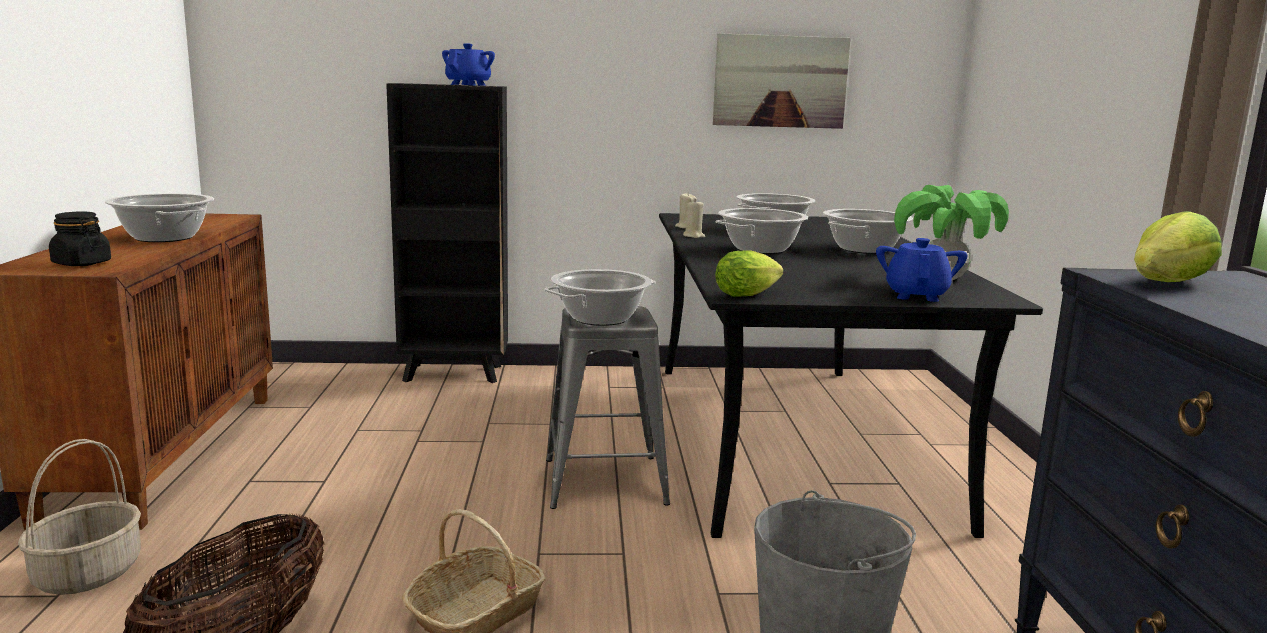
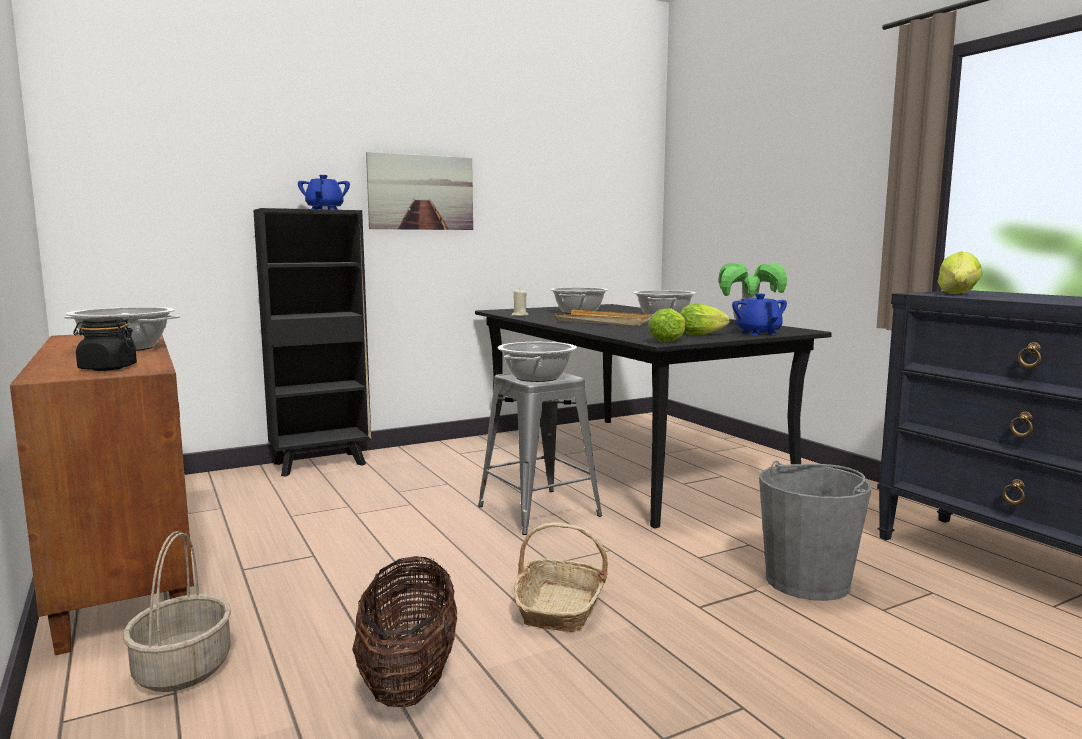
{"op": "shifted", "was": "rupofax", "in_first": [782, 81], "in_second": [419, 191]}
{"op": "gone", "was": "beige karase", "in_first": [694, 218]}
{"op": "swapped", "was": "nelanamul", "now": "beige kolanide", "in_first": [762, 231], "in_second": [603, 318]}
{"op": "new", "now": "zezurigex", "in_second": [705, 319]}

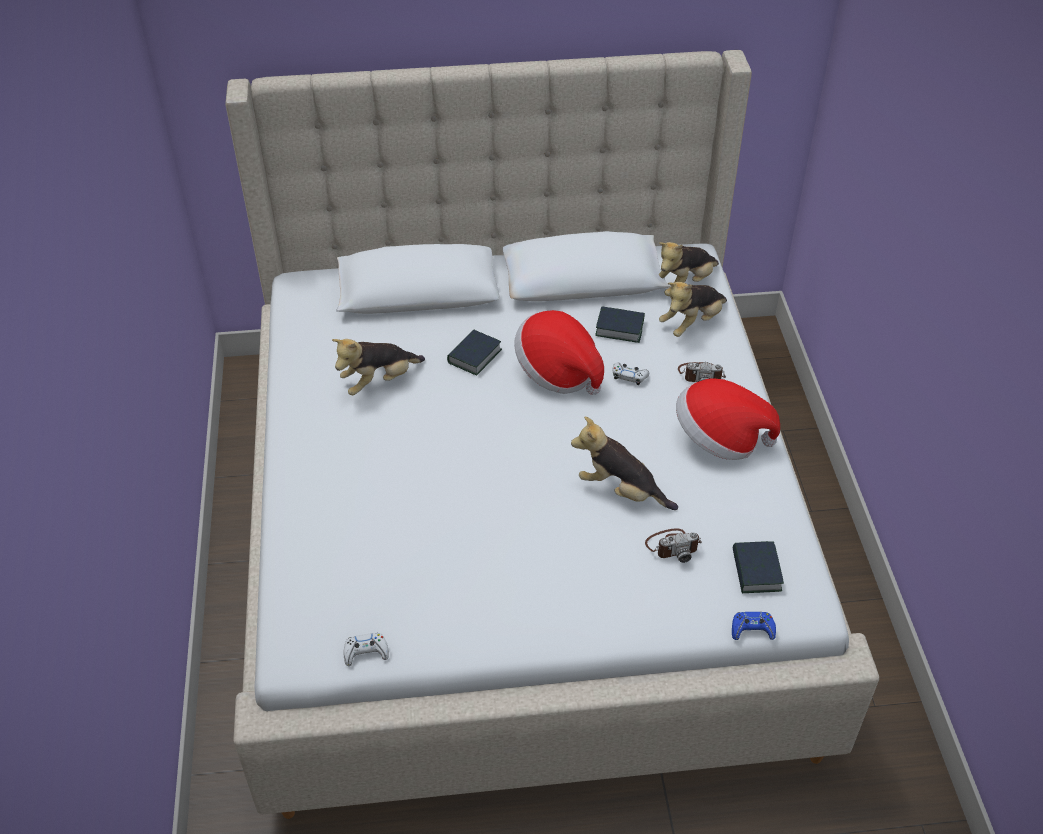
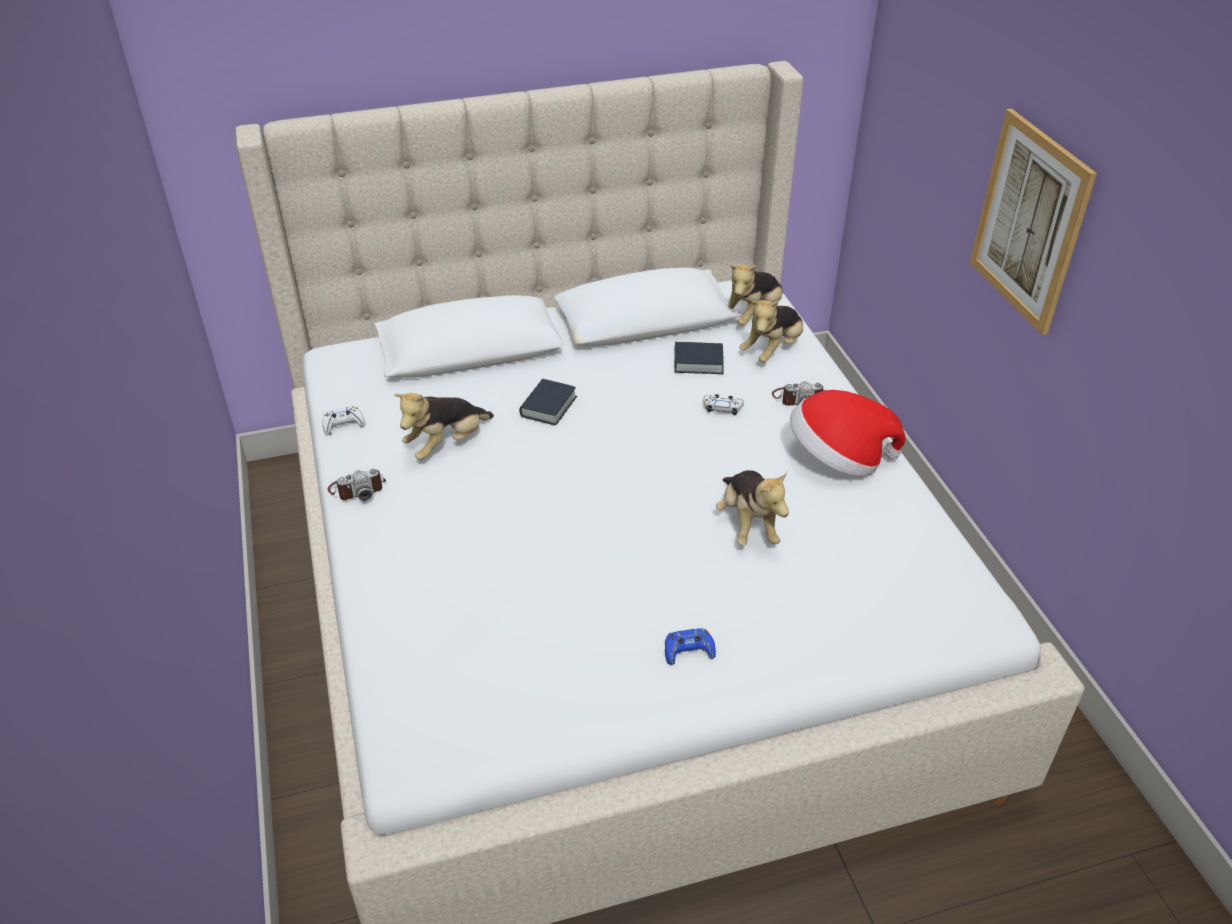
{"op": "gone", "was": "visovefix", "in_first": [559, 352]}
{"op": "rotated", "was": "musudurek", "in_first": [624, 463], "in_second": [752, 508], "clockwise": -120}
{"op": "shifted", "was": "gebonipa", "in_first": [673, 545], "in_second": [357, 484]}
{"op": "gone", "was": "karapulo", "in_first": [758, 567]}
{"op": "shifted", "was": "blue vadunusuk", "in_first": [754, 626], "in_second": [690, 646]}
{"op": "shifted", "was": "white vadunusuk", "in_first": [366, 649], "in_second": [343, 421]}
{"op": "new", "now": "rupofax", "in_second": [1033, 221]}

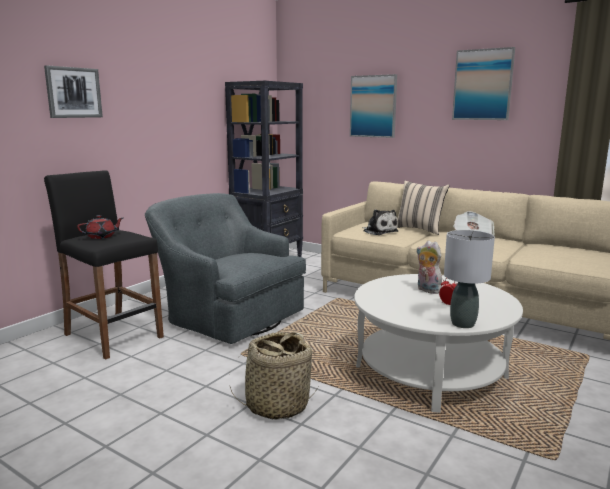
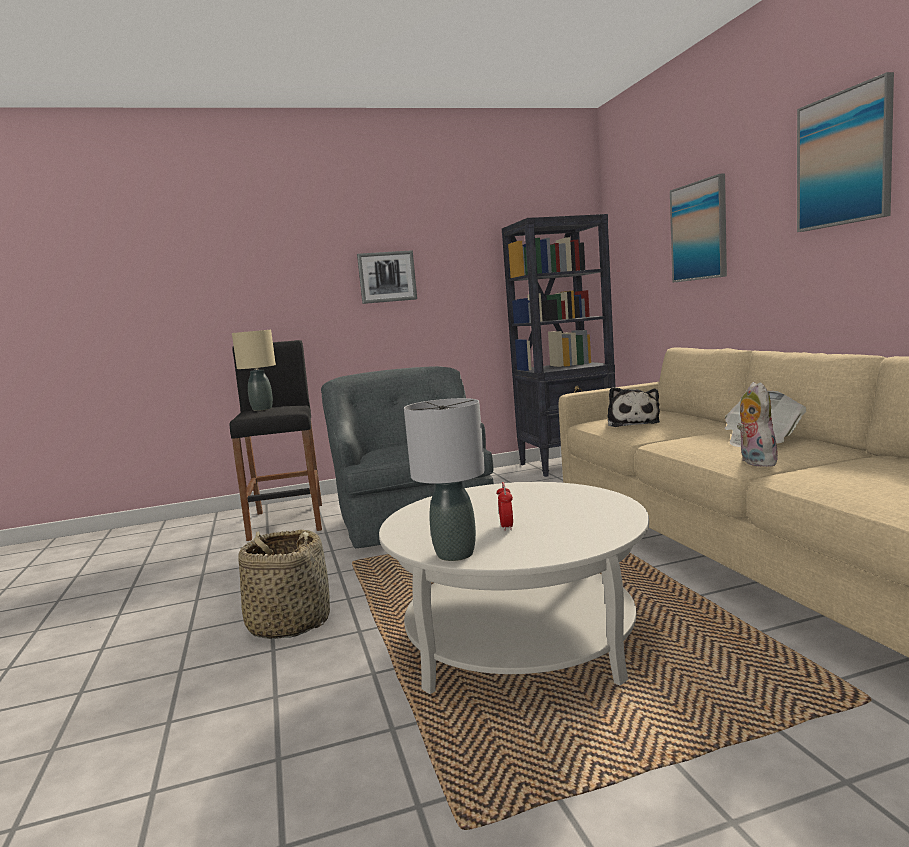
{"op": "shifted", "was": "rupofax", "in_first": [73, 91], "in_second": [387, 277]}
{"op": "gone", "was": "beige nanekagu", "in_first": [423, 208]}
{"op": "swapped", "was": "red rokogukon", "now": "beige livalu", "in_first": [100, 227], "in_second": [254, 370]}
{"op": "shifted", "was": "musudurek", "in_first": [429, 267], "in_second": [757, 424]}

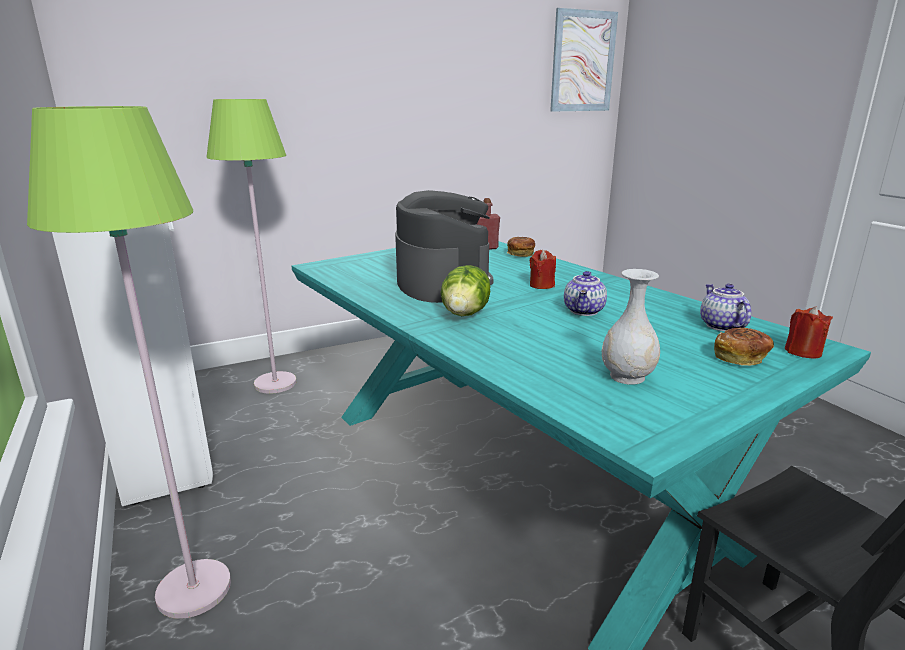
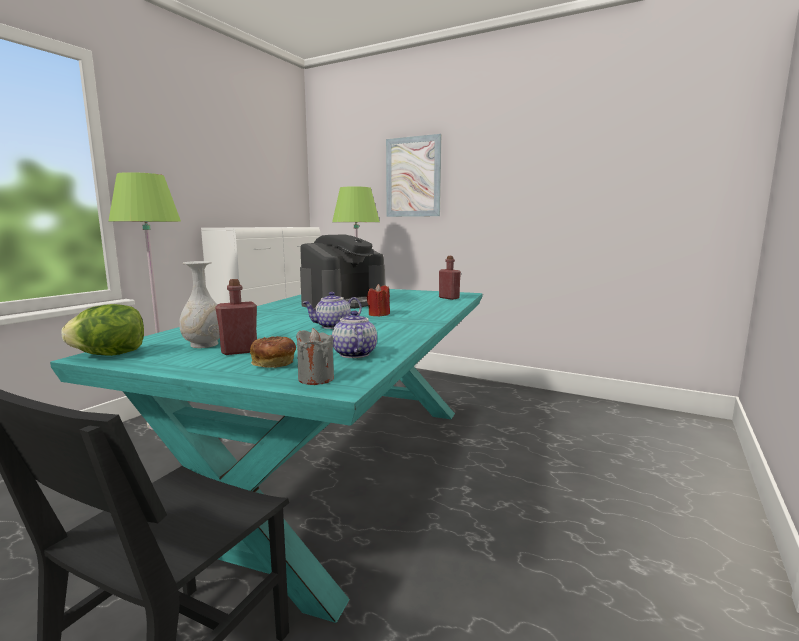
{"op": "shifted", "was": "rupofax", "in_first": [584, 60], "in_second": [413, 175]}
{"op": "gone", "was": "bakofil", "in_first": [521, 247]}
{"op": "shifted", "was": "zezurigex", "in_first": [465, 290], "in_second": [103, 330]}
{"op": "rotated", "was": "rokogukon", "in_first": [725, 307], "in_second": [354, 334], "clockwise": -60}
{"op": "repainted", "was": "red karase", "now": "grey karase", "in_first": [809, 333], "in_second": [315, 356]}
{"op": "new", "now": "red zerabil", "in_second": [236, 317]}

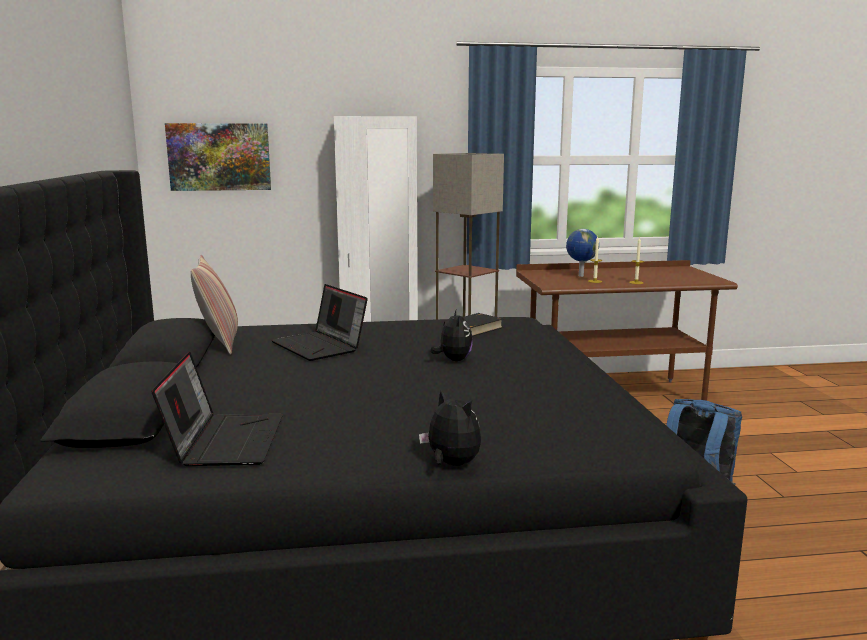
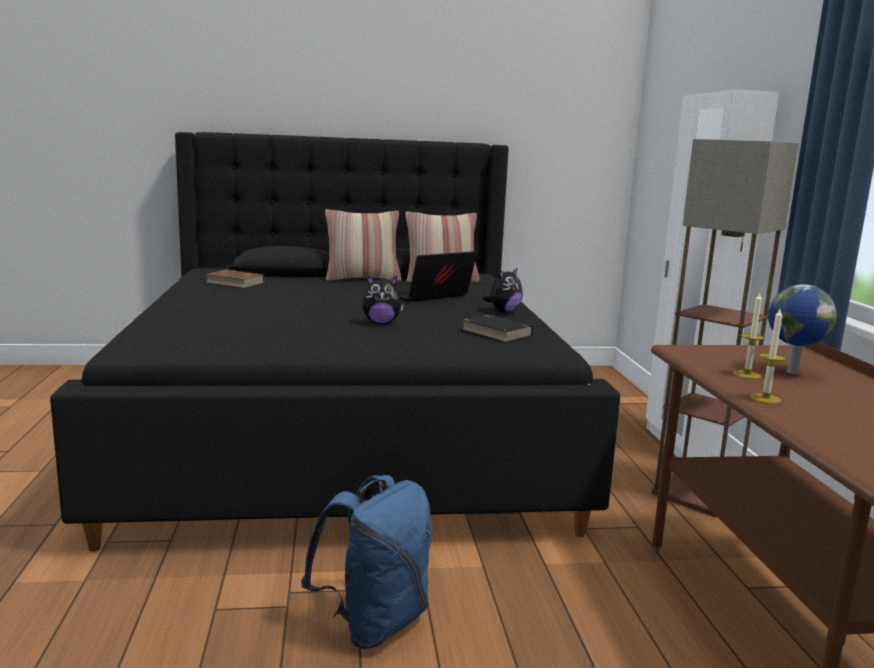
{"op": "gone", "was": "rupofax", "in_first": [218, 157]}
{"op": "swapped", "was": "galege", "now": "brown karapulo", "in_first": [217, 408], "in_second": [234, 279]}
{"op": "shifted", "was": "musudurek", "in_first": [450, 428], "in_second": [503, 290]}
{"op": "new", "now": "nanekagu", "in_second": [363, 245]}

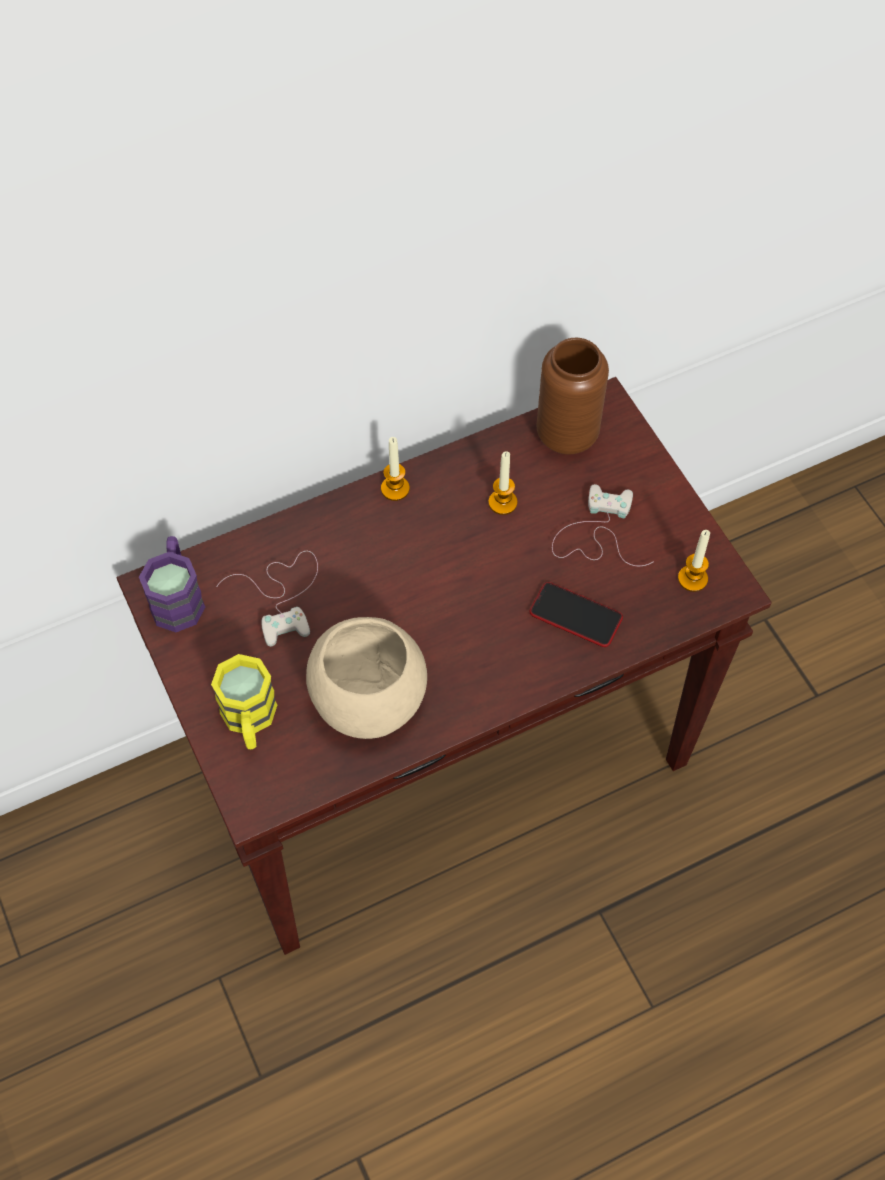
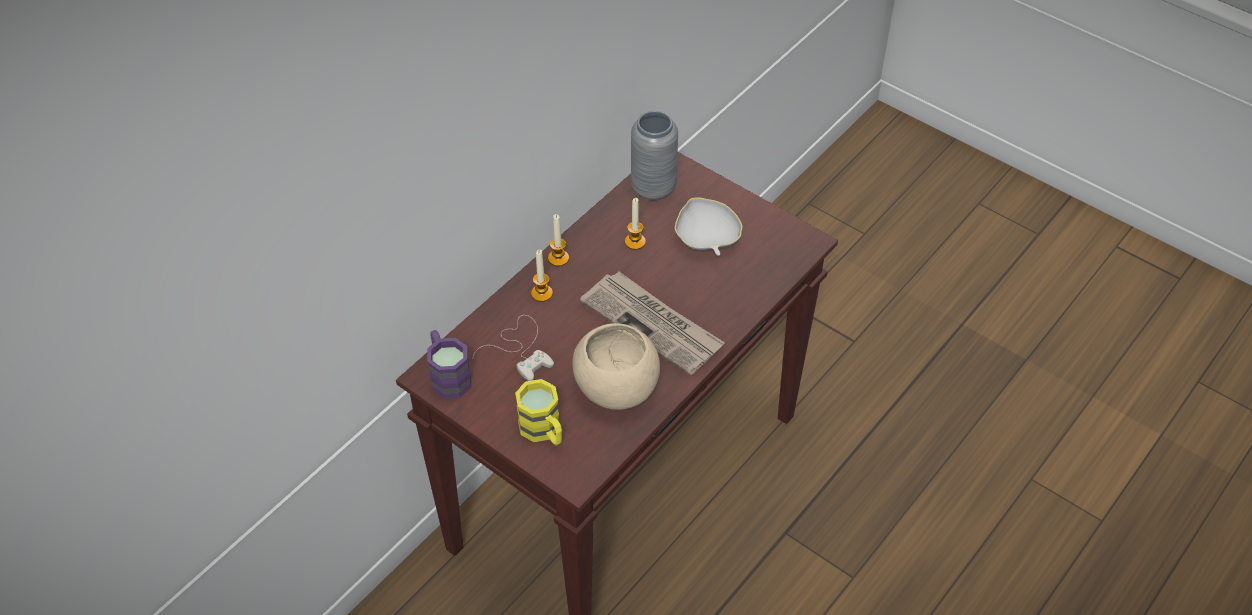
{"op": "repainted", "was": "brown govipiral", "now": "grey govipiral", "in_first": [572, 396], "in_second": [654, 156]}
{"op": "swapped", "was": "white vadunusuk", "now": "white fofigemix", "in_first": [603, 525], "in_second": [708, 226]}
{"op": "shifted", "was": "karase", "in_first": [694, 561], "in_second": [542, 276]}
{"op": "gone", "was": "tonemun", "in_first": [576, 614]}
{"op": "new", "now": "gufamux", "in_second": [652, 323]}

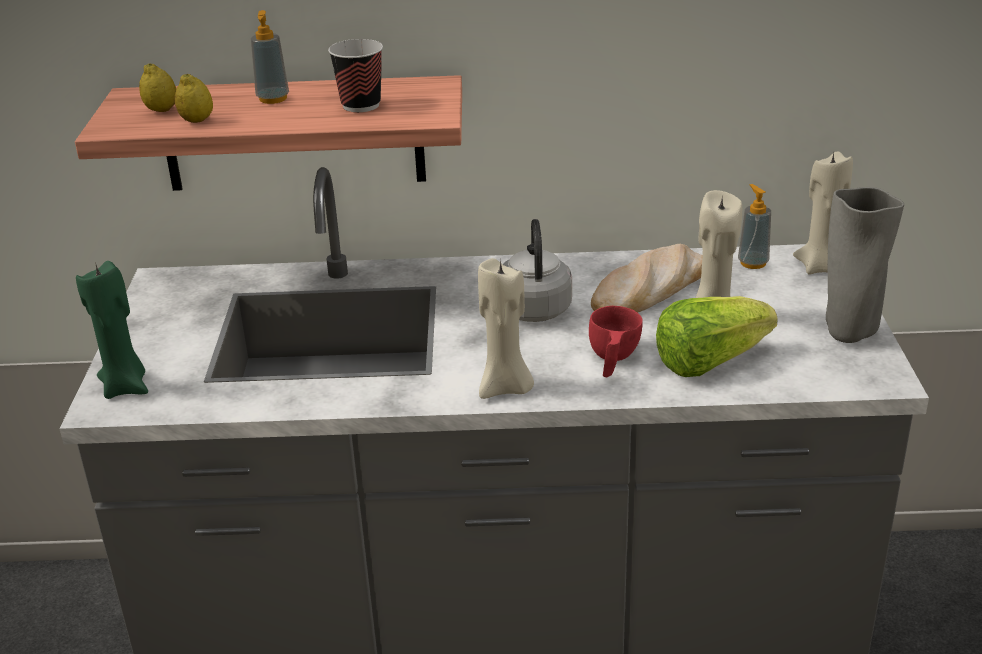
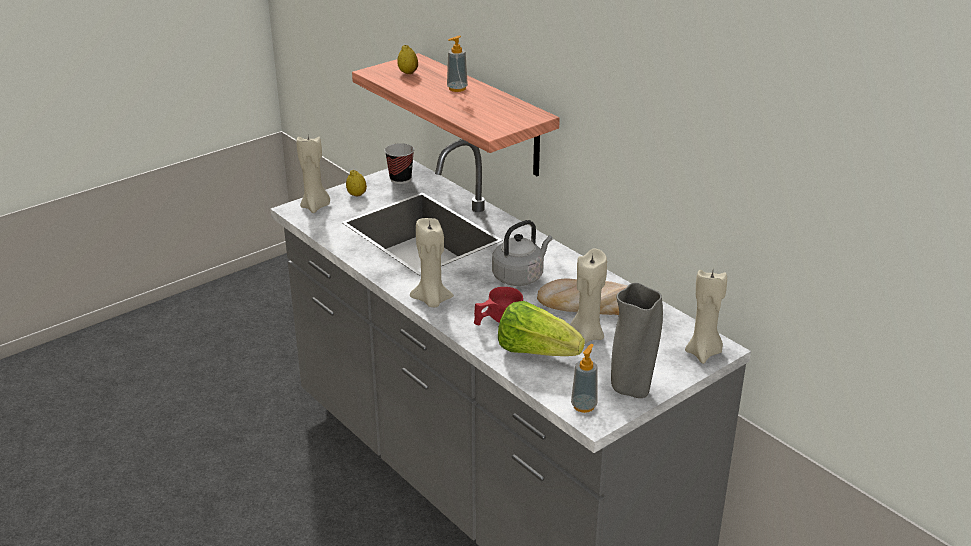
{"op": "shifted", "was": "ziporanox", "in_first": [355, 75], "in_second": [399, 163]}
{"op": "shifted", "was": "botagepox", "in_first": [194, 98], "in_second": [356, 183]}
{"op": "shifted", "was": "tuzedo", "in_first": [754, 226], "in_second": [584, 378]}
{"op": "repainted", "was": "green karase", "now": "beige karase", "in_first": [112, 330], "in_second": [313, 174]}

